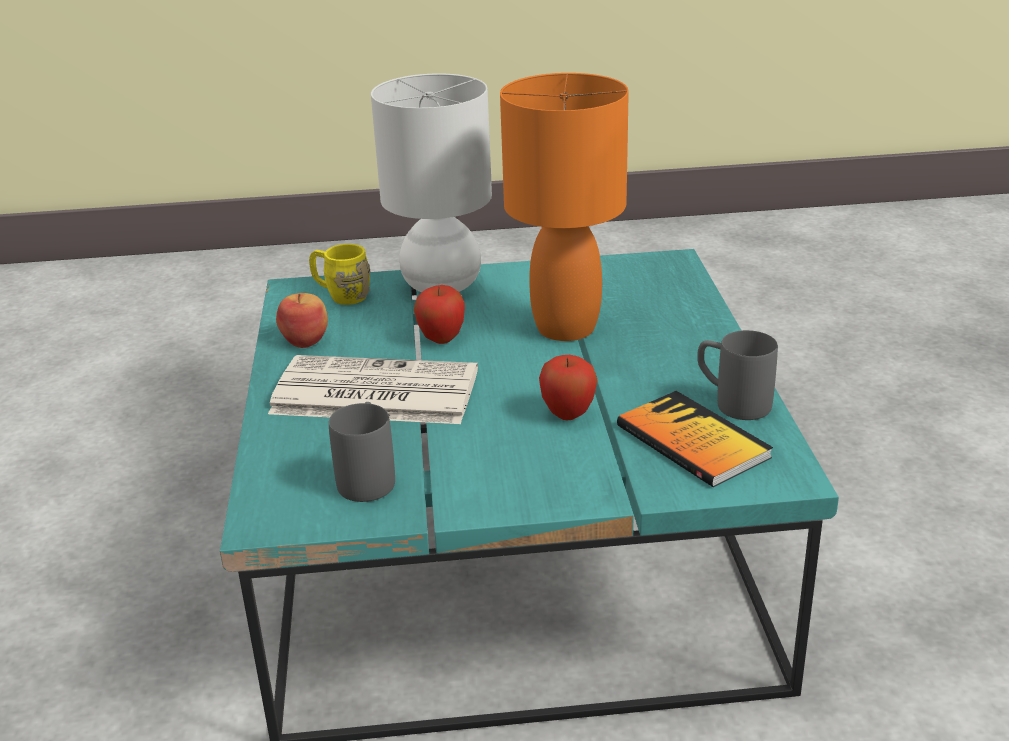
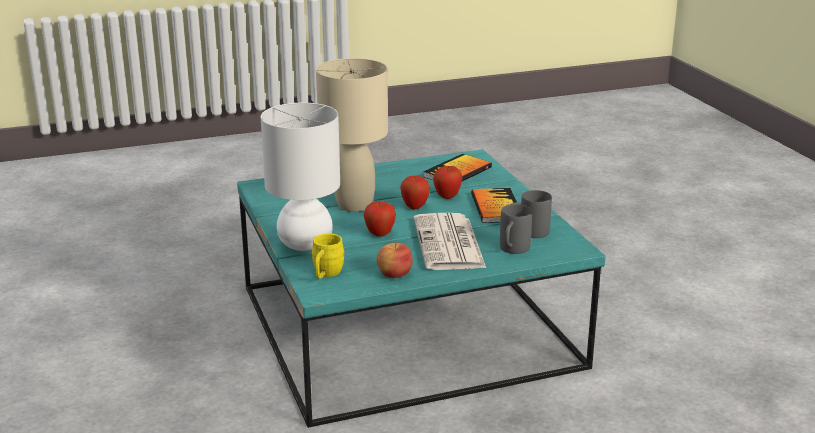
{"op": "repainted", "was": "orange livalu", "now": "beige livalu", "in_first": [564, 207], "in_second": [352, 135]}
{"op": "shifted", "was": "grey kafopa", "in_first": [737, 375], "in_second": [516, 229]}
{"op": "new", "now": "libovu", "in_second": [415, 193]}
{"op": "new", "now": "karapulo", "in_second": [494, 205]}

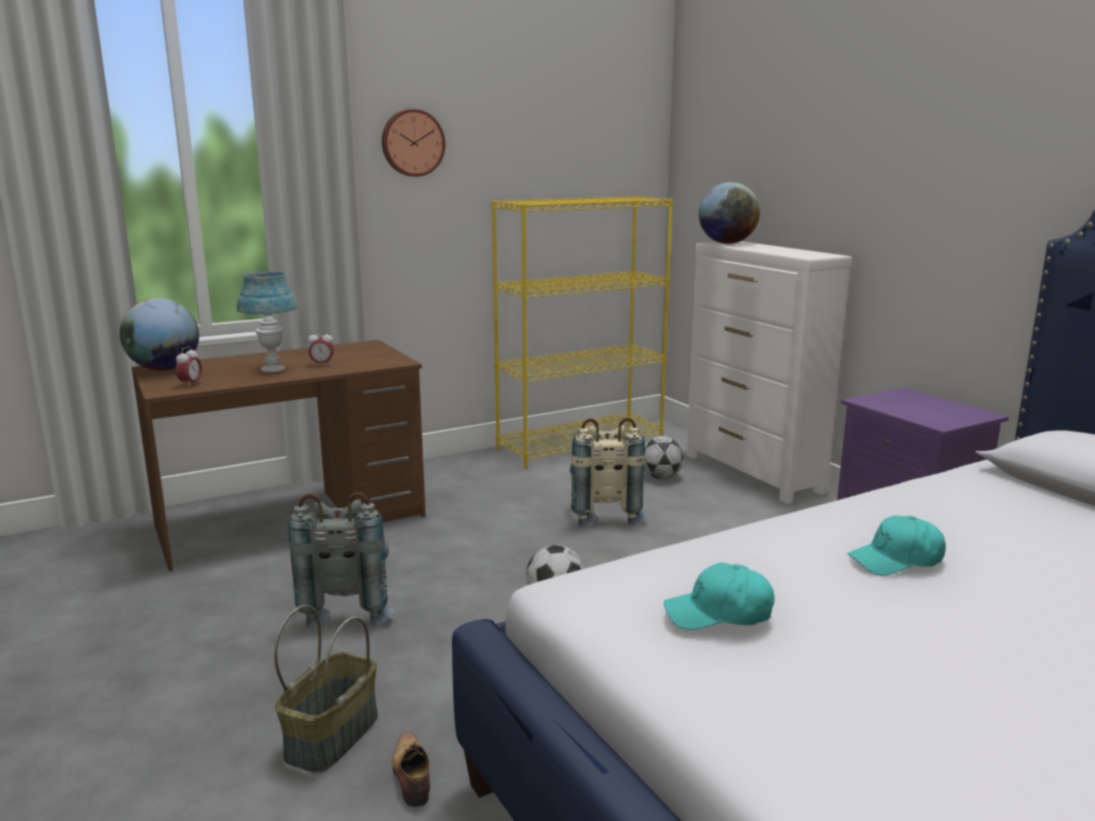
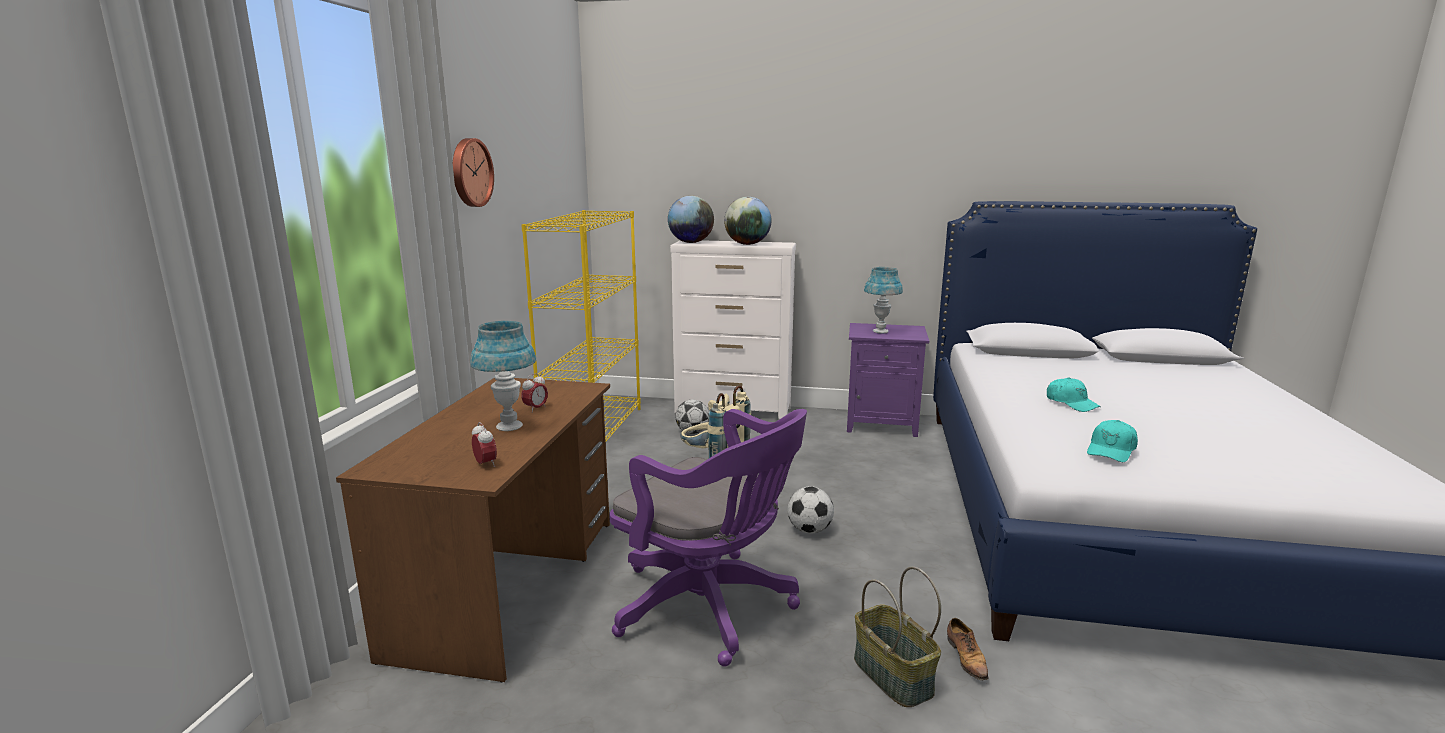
{"op": "shifted", "was": "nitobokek", "in_first": [159, 334], "in_second": [748, 221]}
{"op": "swapped", "was": "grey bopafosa", "now": "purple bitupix", "in_first": [341, 560], "in_second": [708, 538]}
{"op": "rotated", "was": "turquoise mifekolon", "in_first": [897, 545], "in_second": [1074, 394], "clockwise": -60}
{"op": "rotated", "was": "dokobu", "in_first": [411, 769], "in_second": [967, 649], "clockwise": -120}
{"op": "new", "now": "blue livalu", "in_second": [883, 300]}

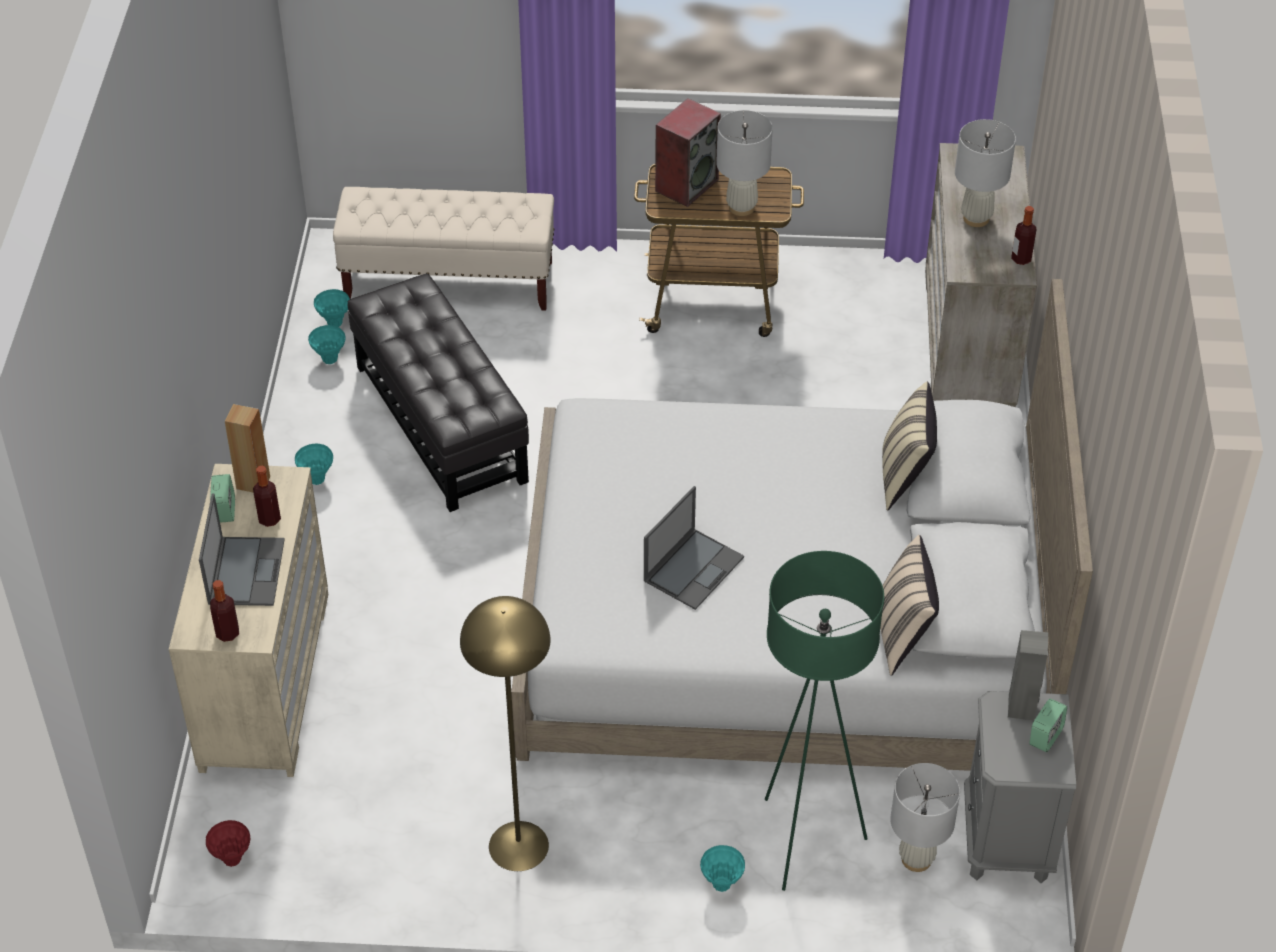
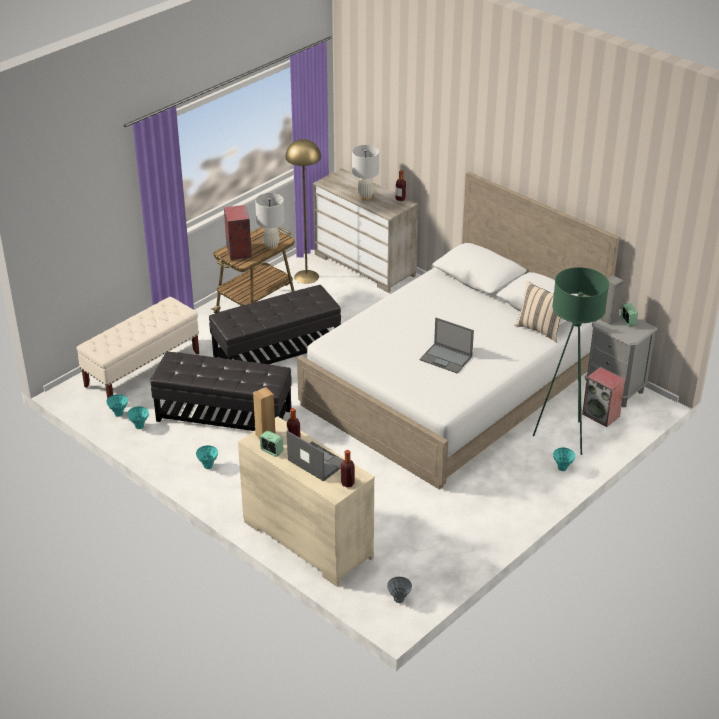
{"op": "gone", "was": "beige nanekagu", "in_first": [909, 446]}
{"op": "rotated", "was": "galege", "in_first": [694, 548], "in_second": [447, 345], "clockwise": 135}
{"op": "shifted", "was": "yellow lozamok", "in_first": [505, 733], "in_second": [303, 211]}
{"op": "swapped", "was": "white livalu", "now": "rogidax", "in_first": [925, 817], "in_second": [603, 397]}
{"op": "repainted", "was": "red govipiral", "now": "grey govipiral", "in_first": [228, 843], "in_second": [399, 590]}
{"op": "new", "now": "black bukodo", "in_second": [275, 324]}

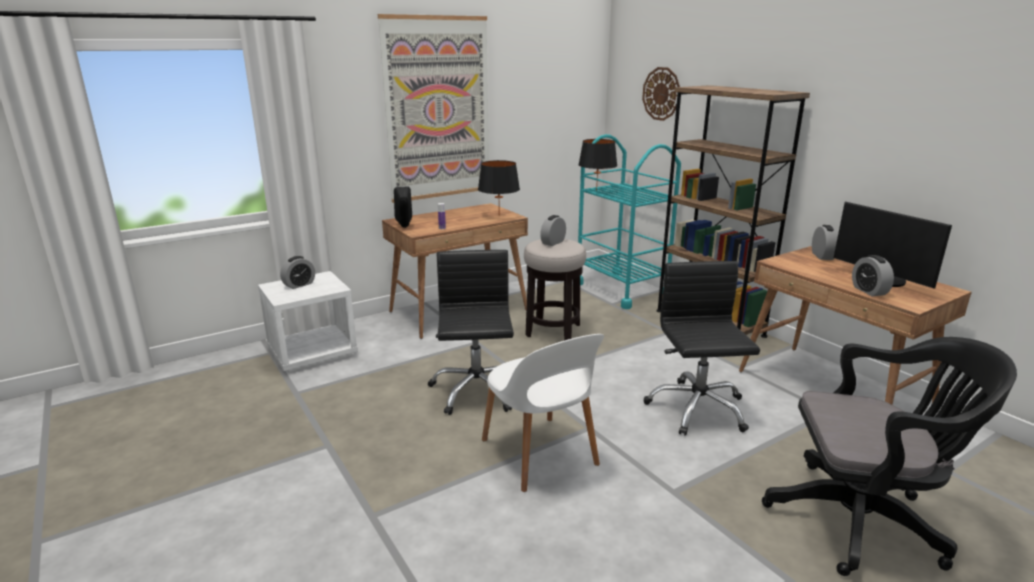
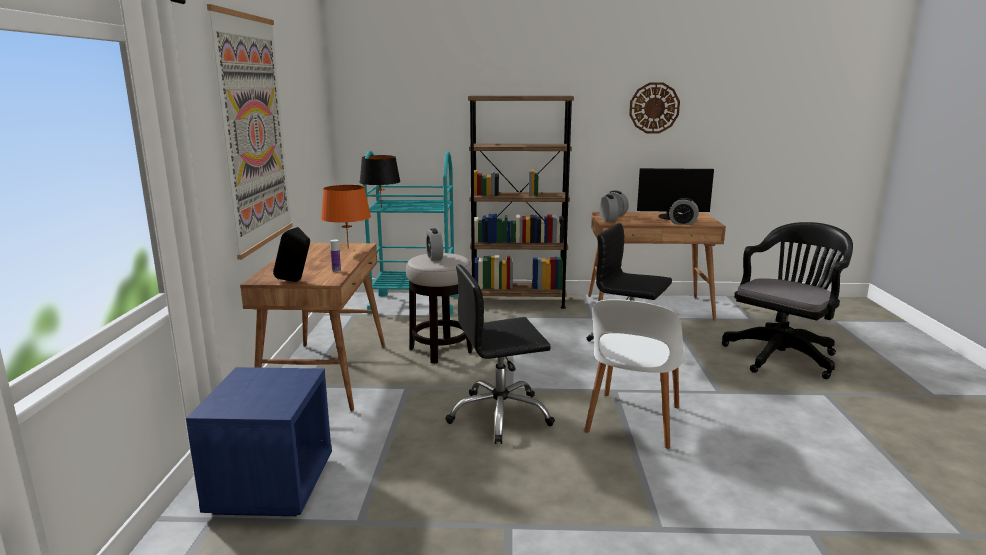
{"op": "shifted", "was": "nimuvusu", "in_first": [661, 94], "in_second": [654, 107]}
{"op": "repainted", "was": "black livalu", "now": "orange livalu", "in_first": [499, 188], "in_second": [346, 217]}
{"op": "rotated", "was": "black bitupix", "in_first": [471, 332], "in_second": [500, 354], "clockwise": -45}
{"op": "shifted", "was": "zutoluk", "in_first": [297, 272], "in_second": [609, 208]}
{"op": "repainted", "was": "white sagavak", "now": "blue sagavak", "in_first": [308, 321], "in_second": [259, 441]}
{"op": "rotated", "was": "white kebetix", "in_first": [543, 413], "in_second": [634, 374], "clockwise": 105}

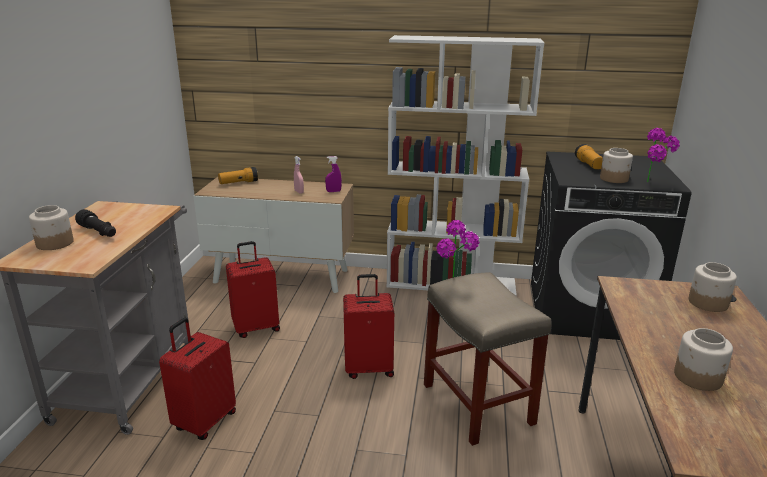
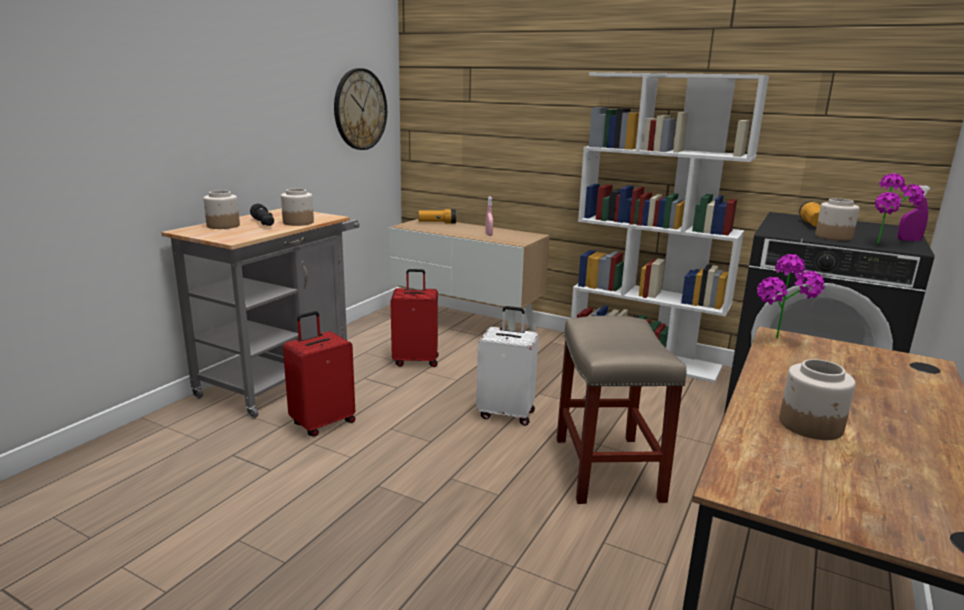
{"op": "shifted", "was": "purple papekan", "in_first": [333, 174], "in_second": [914, 213]}
{"op": "shifted", "was": "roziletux", "in_first": [457, 249], "in_second": [791, 296]}
{"op": "shifted", "was": "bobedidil", "in_first": [712, 287], "in_second": [297, 207]}
{"op": "repainted", "was": "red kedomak", "now": "white kedomak", "in_first": [368, 326], "in_second": [507, 366]}
{"op": "new", "now": "nimuvusu", "in_second": [360, 109]}

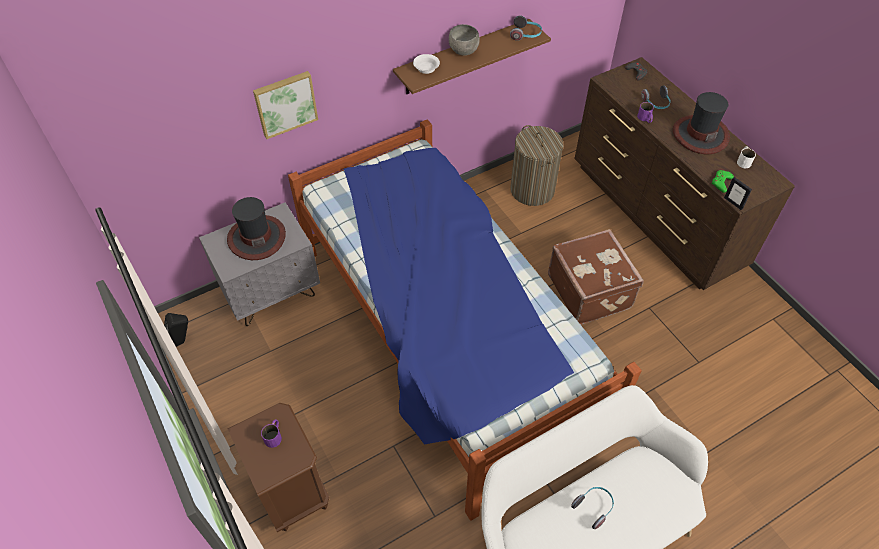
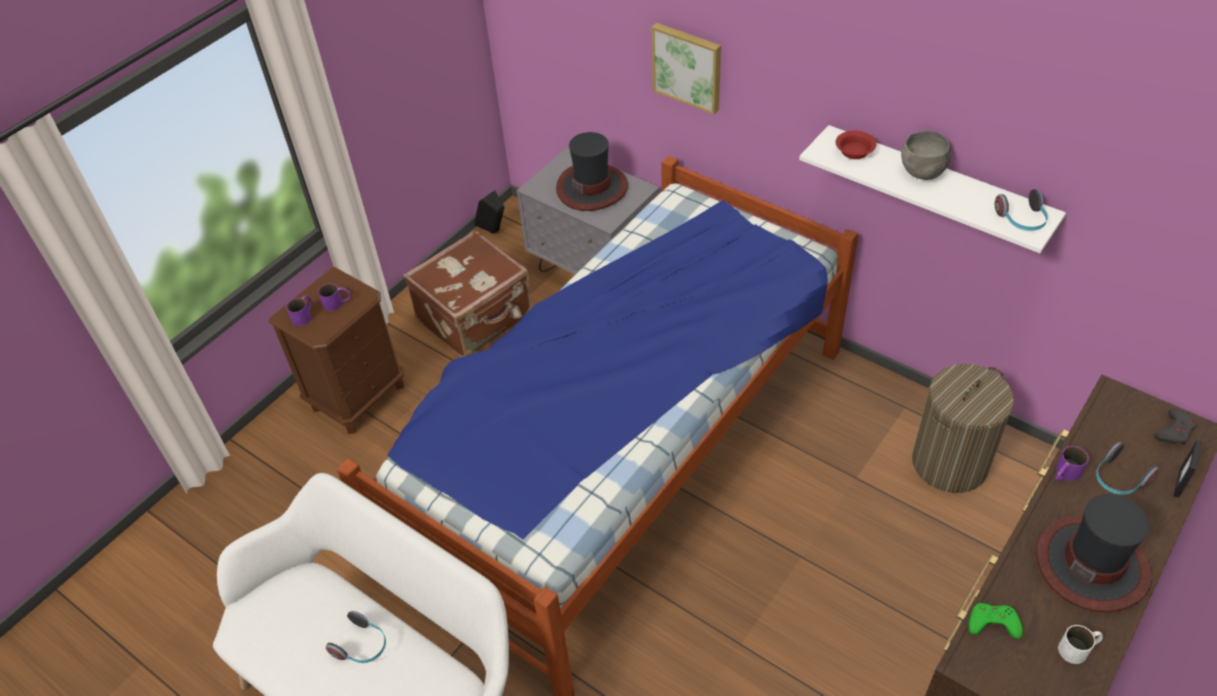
{"op": "repainted", "was": "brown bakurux", "now": "white bakurux", "in_first": [472, 56], "in_second": [932, 189]}
{"op": "repainted", "was": "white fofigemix", "now": "red fofigemix", "in_first": [426, 64], "in_second": [856, 144]}
{"op": "shifted", "was": "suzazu", "in_first": [738, 193], "in_second": [1187, 469]}
{"op": "shifted", "was": "brown kedomak", "in_first": [596, 277], "in_second": [467, 293]}
{"op": "new", "now": "purple kafopa", "in_second": [299, 311]}

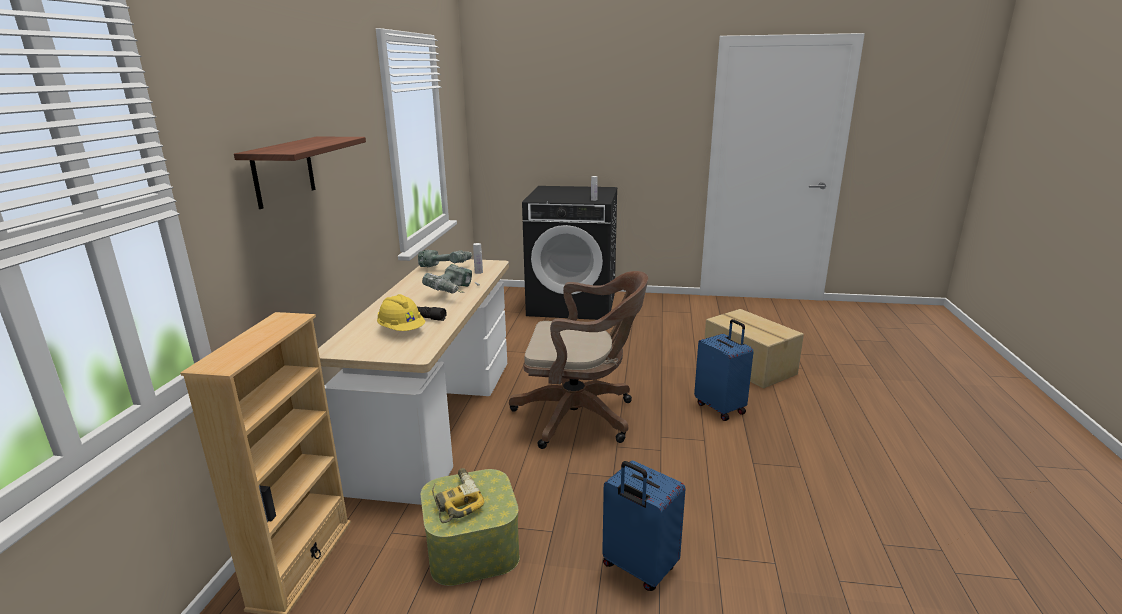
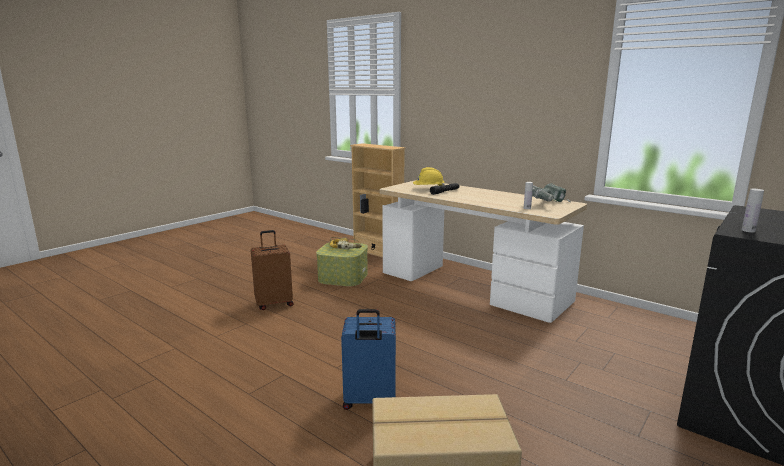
{"op": "gone", "was": "bakurux", "in_first": [300, 173]}
{"op": "gone", "was": "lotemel", "in_first": [451, 278]}
{"op": "gone", "was": "brown bitupix", "in_first": [578, 360]}
{"op": "repainted", "was": "blue kedomak", "now": "brown kedomak", "in_first": [644, 526], "in_second": [272, 270]}

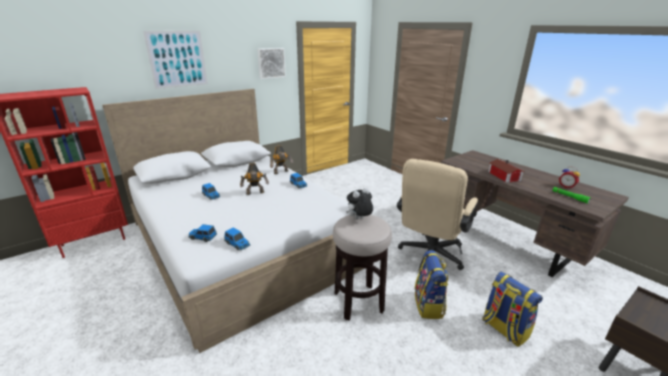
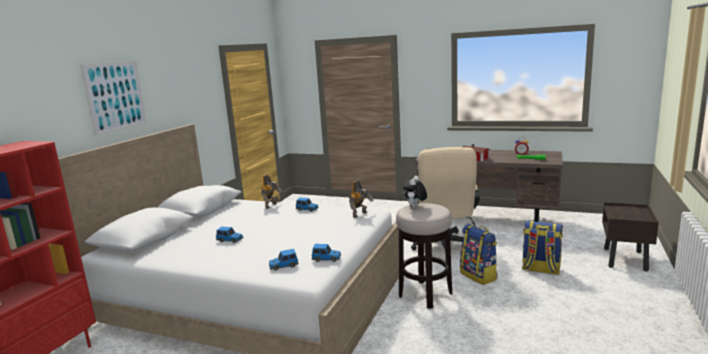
{"op": "gone", "was": "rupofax", "in_first": [271, 63]}
{"op": "shifted", "was": "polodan", "in_first": [254, 179], "in_second": [361, 199]}

